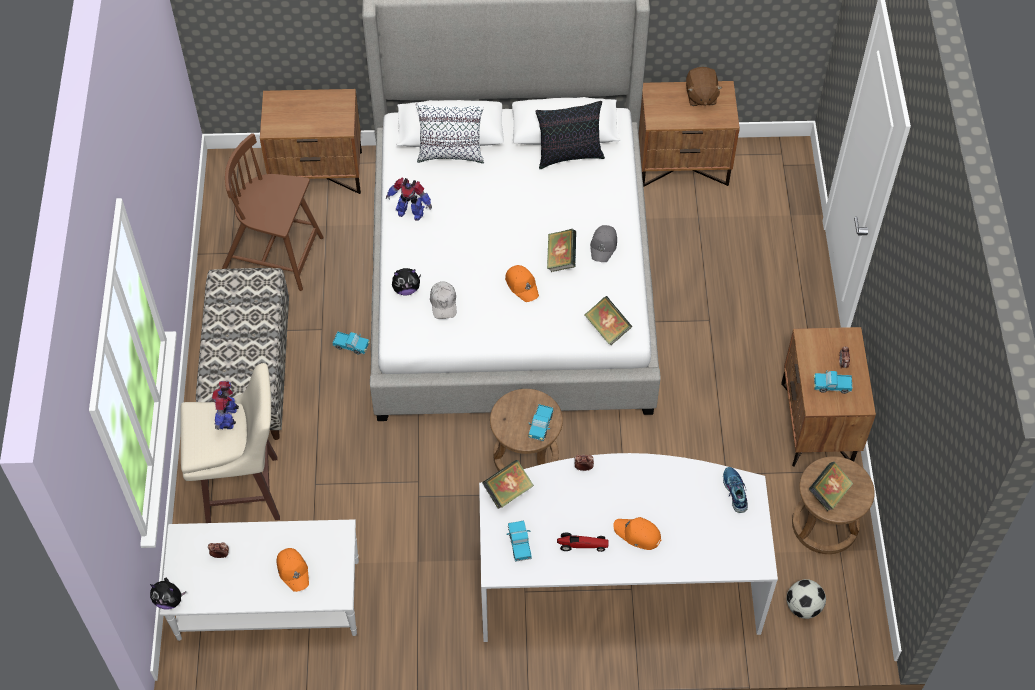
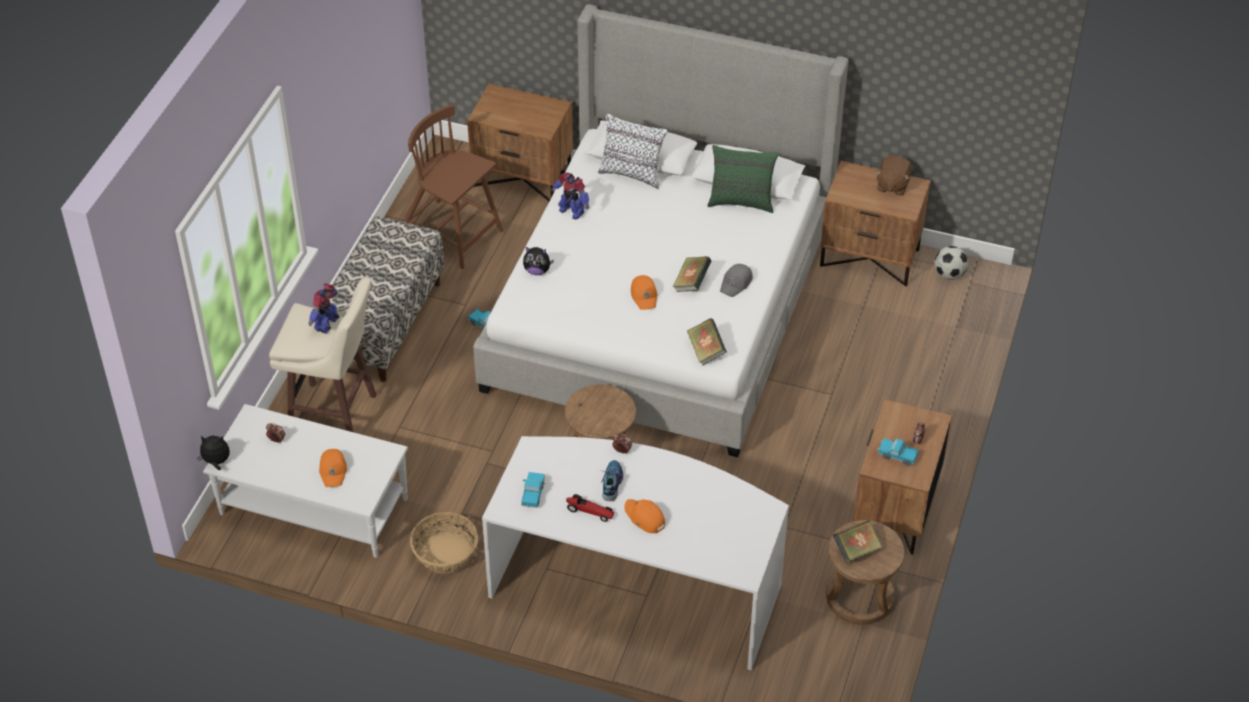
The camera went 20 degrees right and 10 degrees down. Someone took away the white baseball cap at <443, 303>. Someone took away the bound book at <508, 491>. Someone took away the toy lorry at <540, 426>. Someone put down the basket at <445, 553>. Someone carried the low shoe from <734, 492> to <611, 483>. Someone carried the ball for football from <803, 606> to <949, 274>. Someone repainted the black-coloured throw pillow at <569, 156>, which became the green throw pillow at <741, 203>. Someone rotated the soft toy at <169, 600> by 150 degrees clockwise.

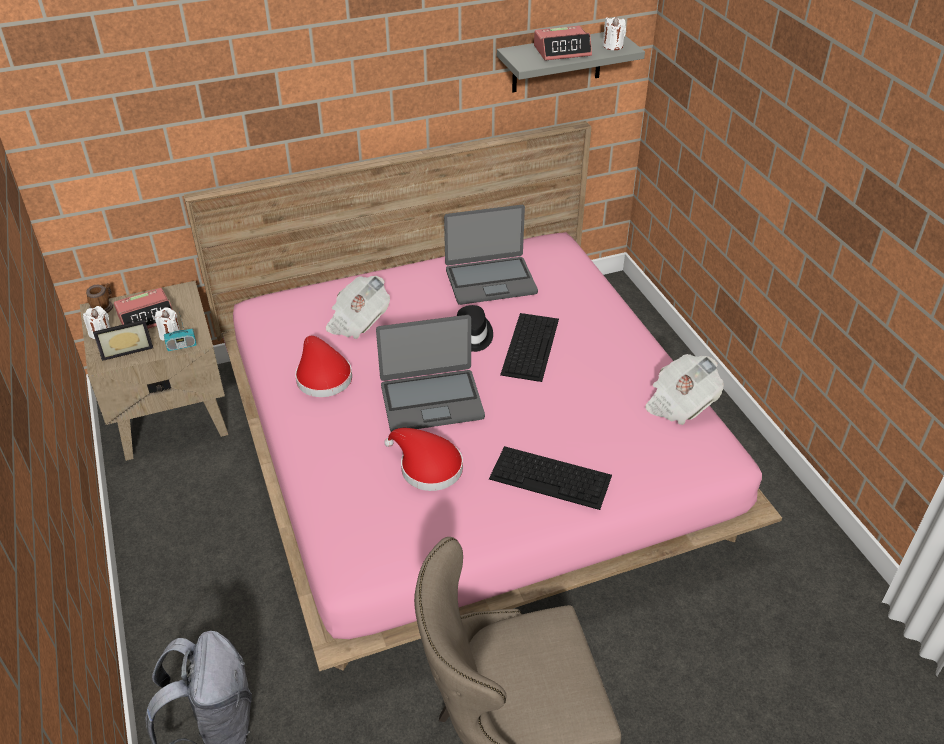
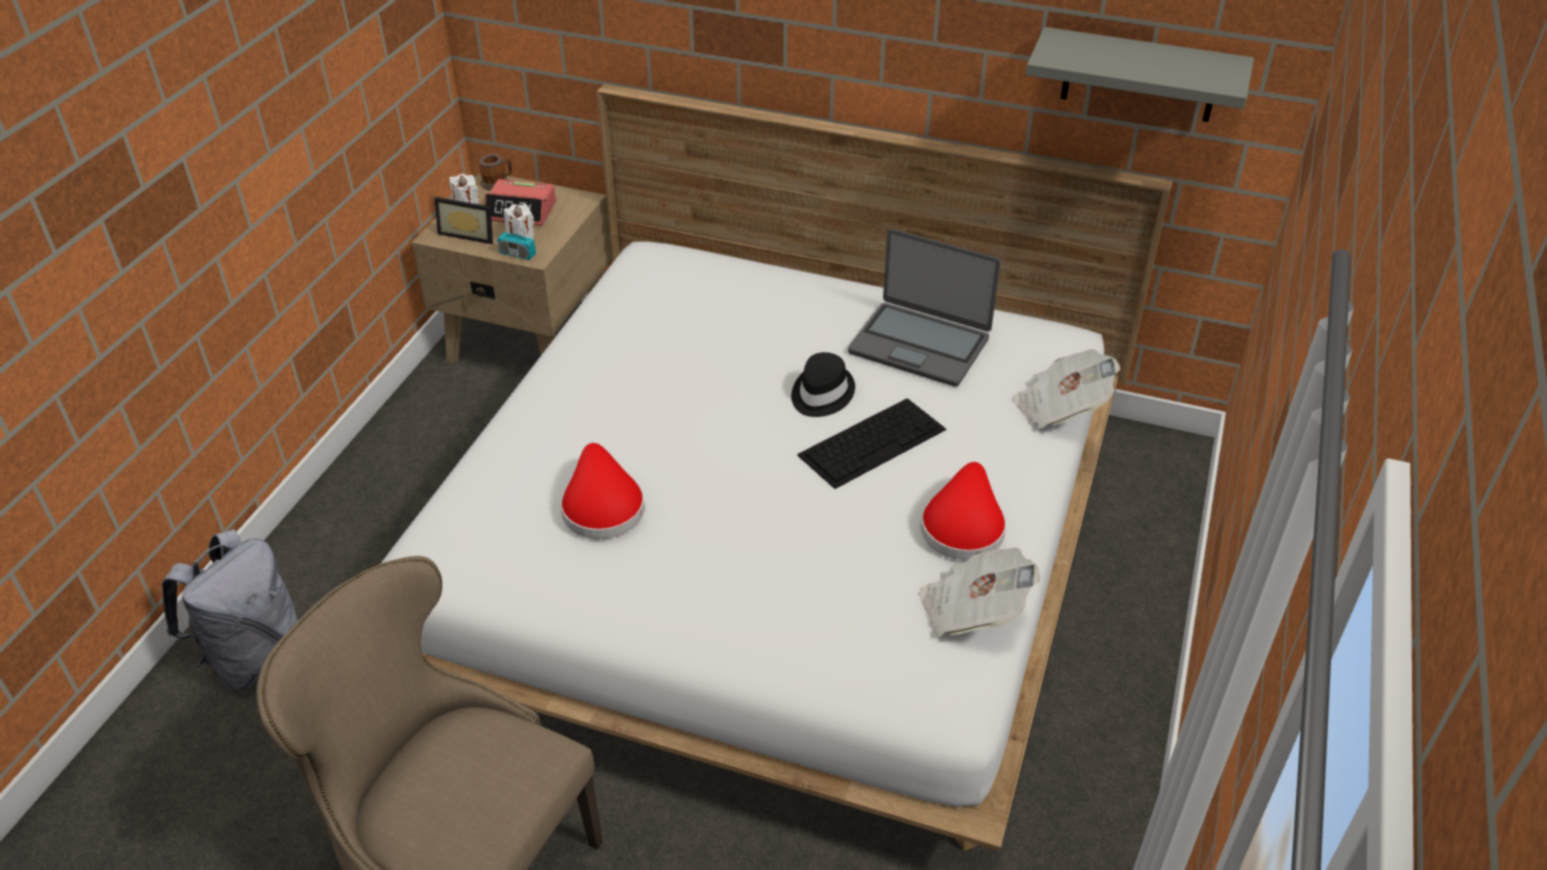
The camera went 40 degrees right and 0 degrees up. Someone took away the laptop at <431, 400>. Someone took away the keyboard at <551, 477>. Someone took away the alarm clock at <562, 51>. Someone took away the white wax candle at <612, 46>. Someone carried the red wearable hat from <322, 376> to <963, 525>. Someone carried the printed paper from <357, 321> to <1061, 407>. Someone repainted the pink-coloured bedroom bed at <472, 451>, which became the white bedroom bed at <773, 547>.

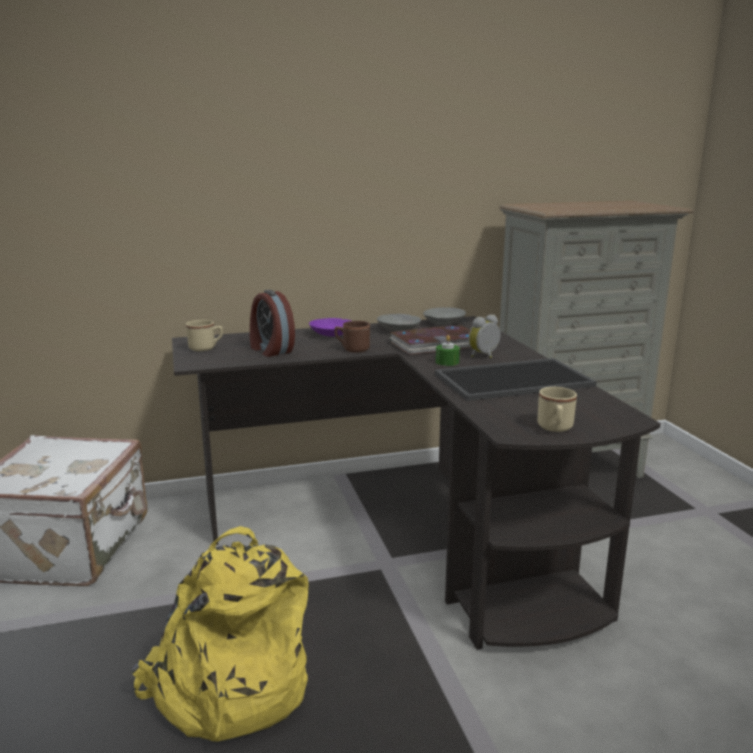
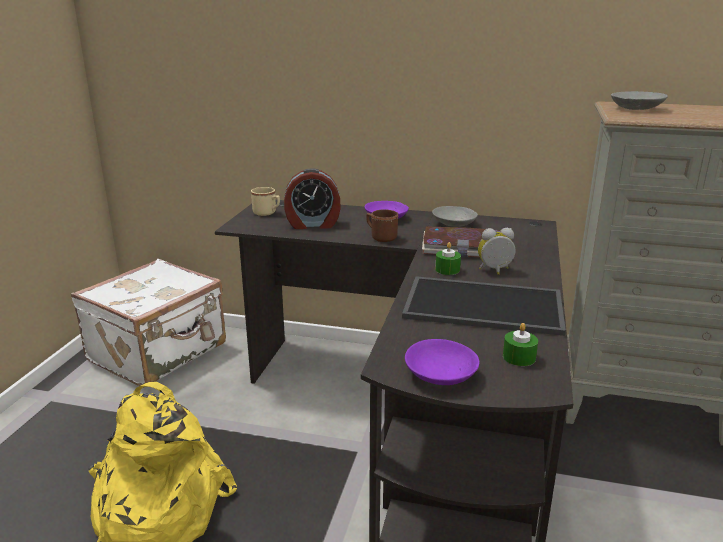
The camera went 30 degrees right and 5 degrees up. Someone put down the green wax candle at <519, 357>. Someone carried the gray deep dish from <443, 323> to <635, 108>. Someone swapped the beige-coloured coffee mug at <555, 428> for the purplish deep dish at <441, 375>. Someone rotated the alarm clock at <270, 350> by 90 degrees counterclockwise.

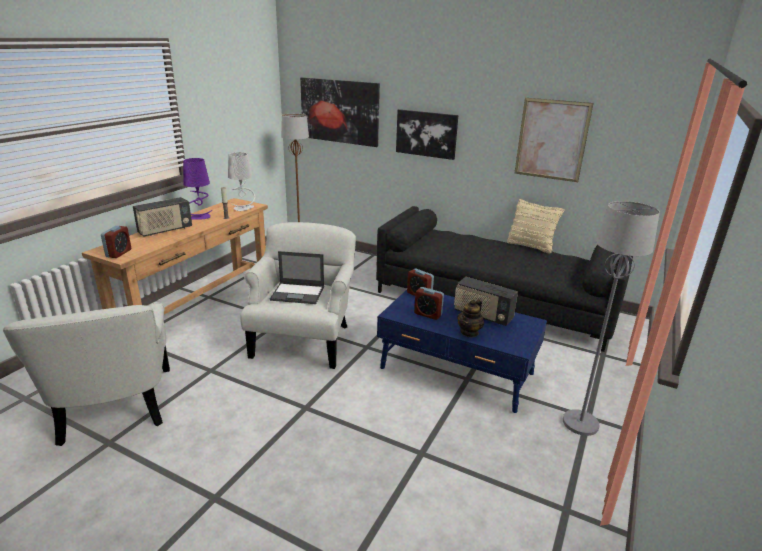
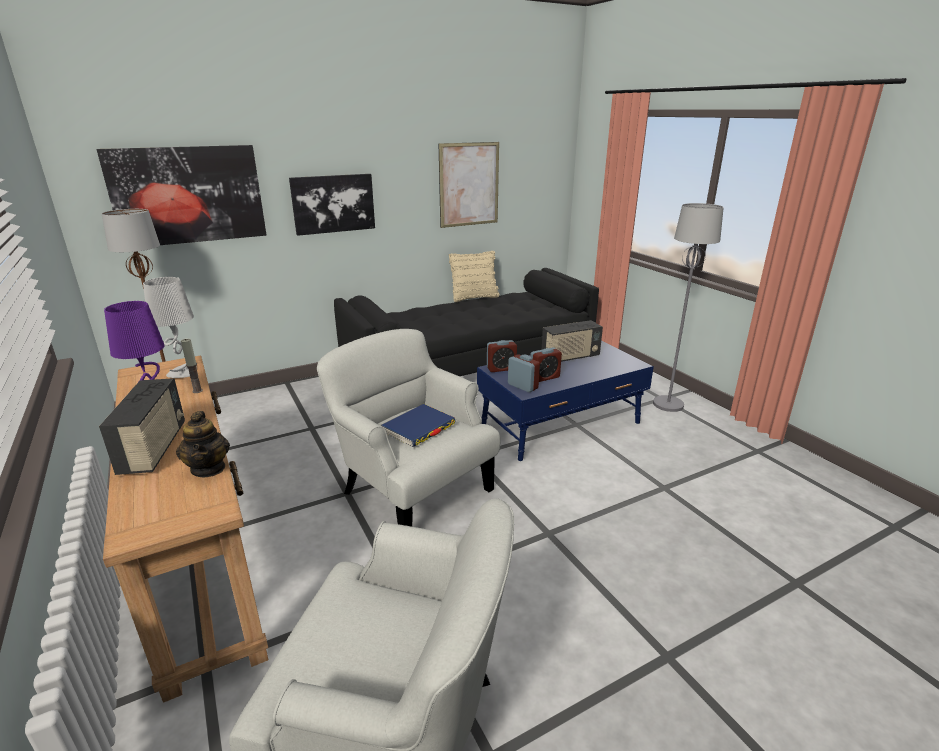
The camera went 55 degrees left and 0 degrees up. Someone carried the alarm clock from <119, 253> to <522, 386>. Someone carried the tea pot from <469, 332> to <208, 468>. Someone swapped the laptop at <298, 293> for the bluish bound book at <418, 428>.

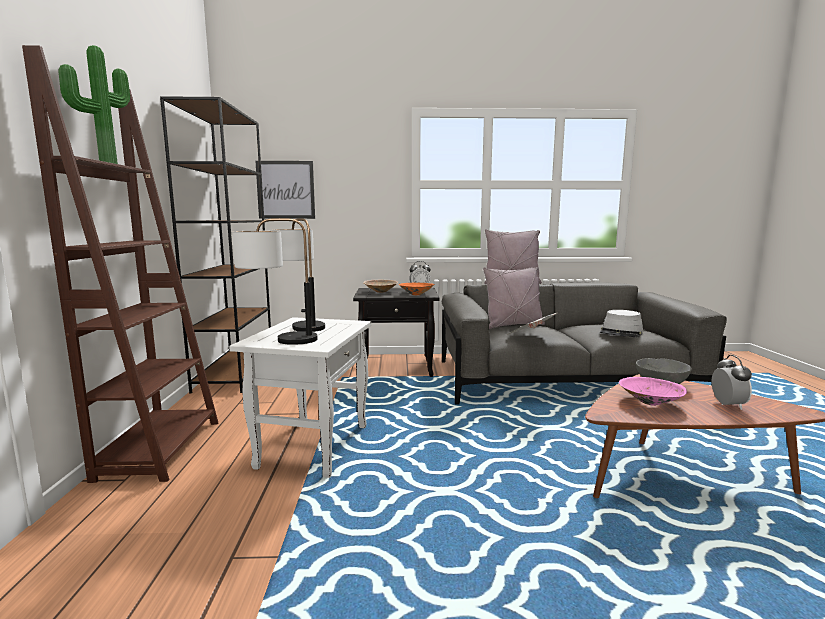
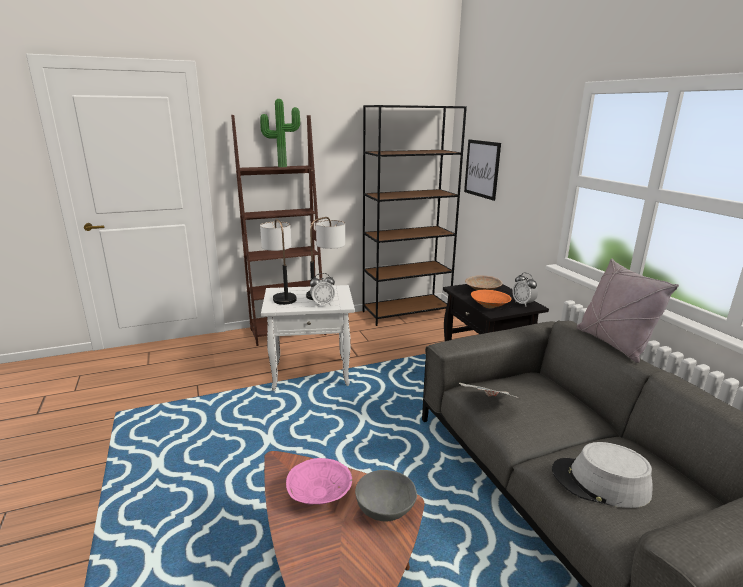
The camera went 70 degrees right and 10 degrees up. Someone took away the purplish throw pillow at <513, 325>. Someone carried the alarm clock from <728, 405> to <322, 304>.

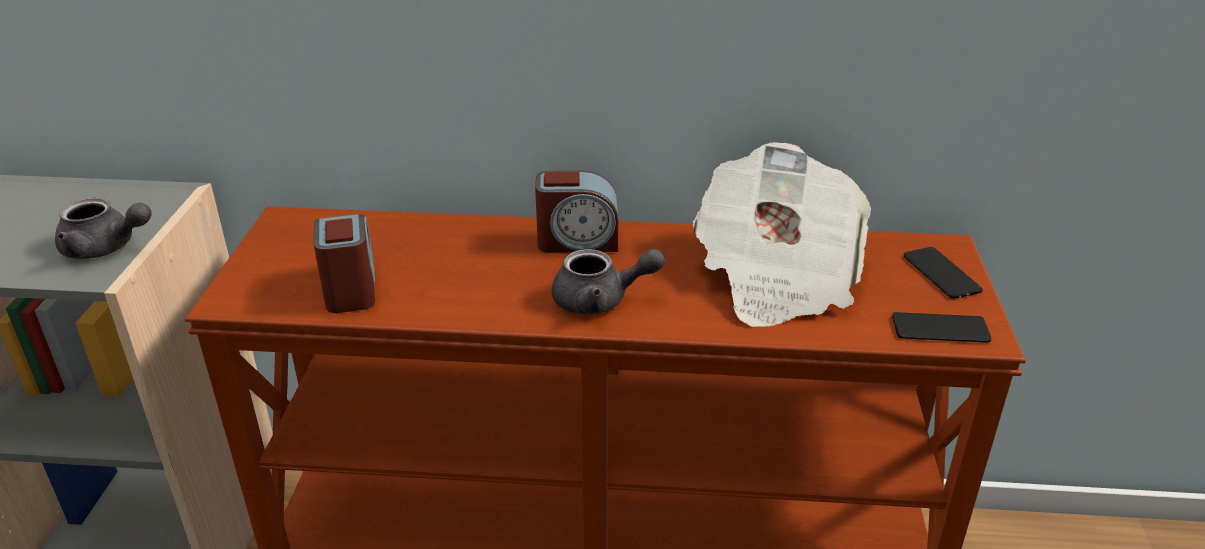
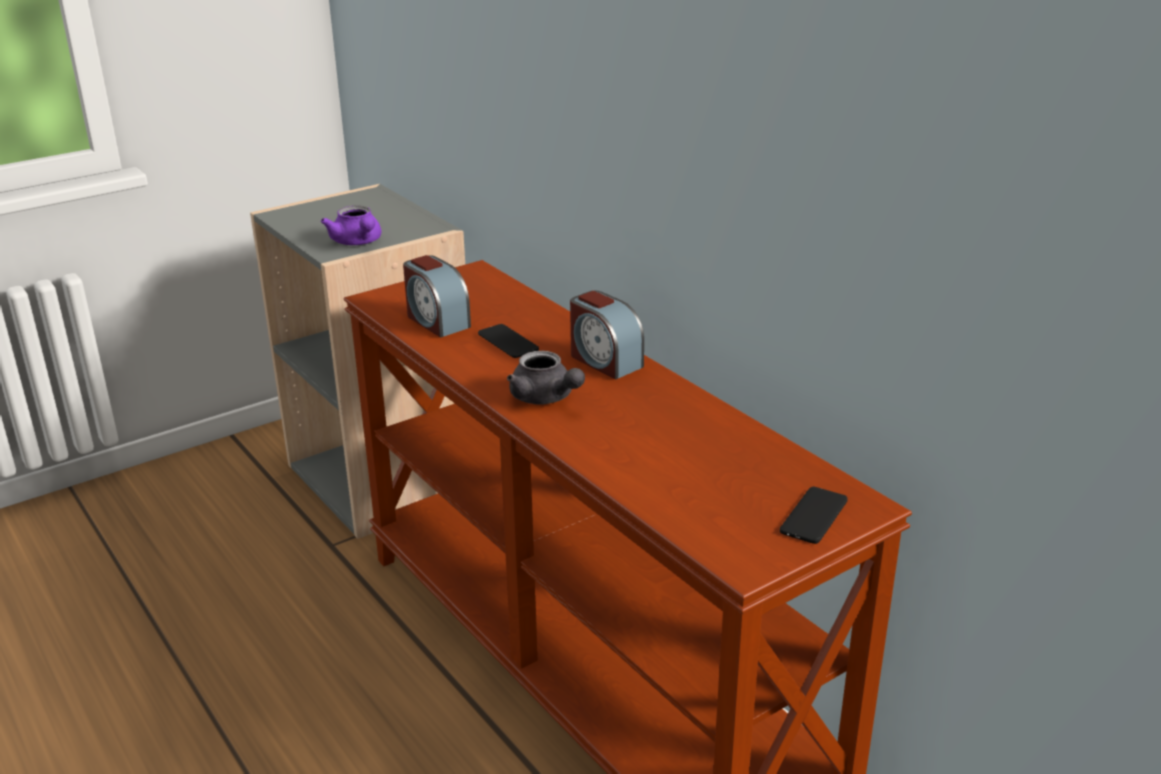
The camera went 50 degrees right and 5 degrees down. Someone took away the printed paper at <775, 276>. Someone carried the handset from <940, 329> to <508, 342>. Someone repainted the gray tea pot at <106, 248>, which became the purplish tea pot at <358, 242>. Someone rotated the alarm clock at <350, 287> by 105 degrees clockwise.

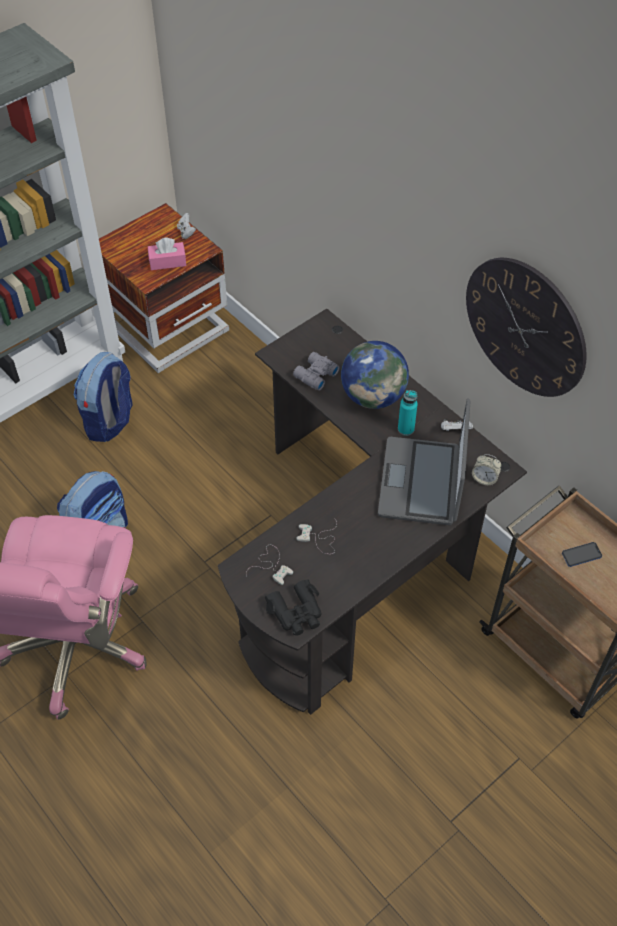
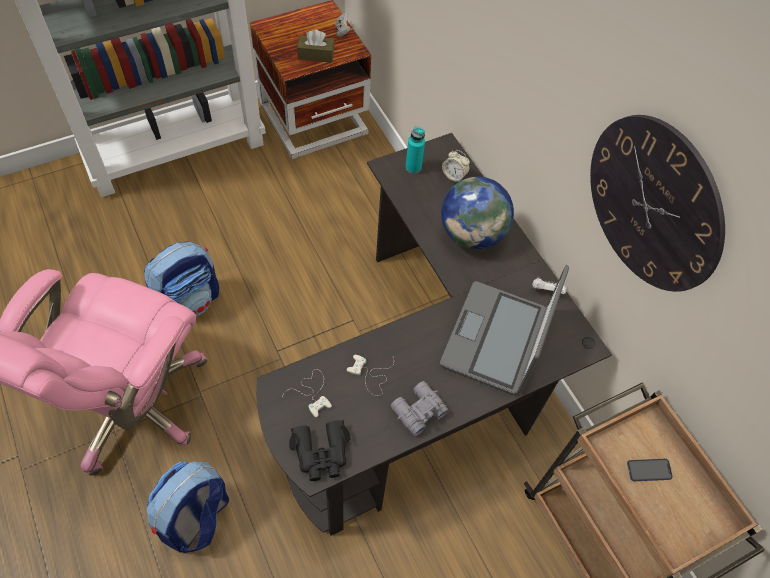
The camera went 10 degrees right and 5 degrees up. Someone carried the rucksack from <110, 421> to <196, 519>. Someone carried the gray pair of binoculars from <314, 375> to <417, 411>. Someone carried the blue-green bottle from <406, 429> to <413, 167>. Someone carried the alarm clock from <484, 479> to <454, 176>. Someone repainted the pink-coloured box of tissues at <167, 262>, which became the brown-coloured box of tissues at <316, 55>.

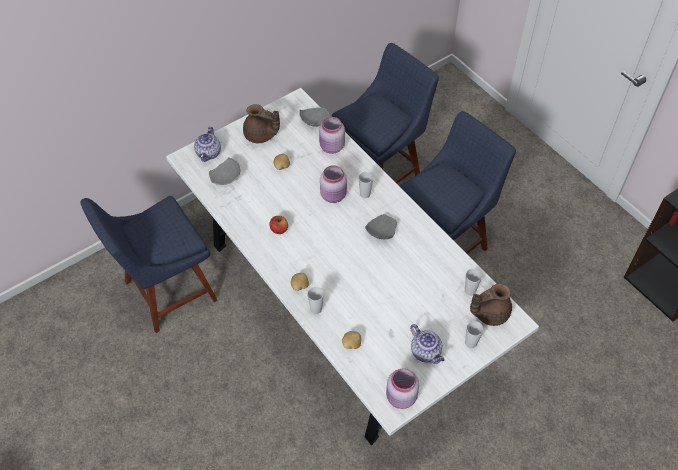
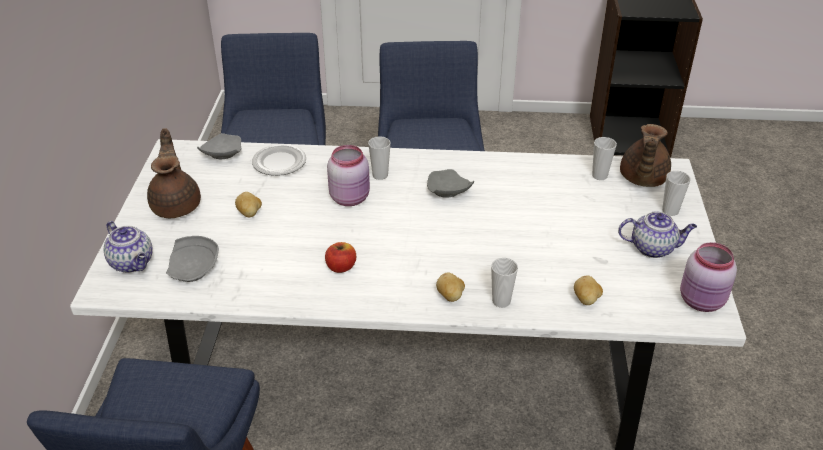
The camera went 50 degrees left and 15 degrees down. Someone swapped the pink-coloured preserve jar at <331, 147> for the dinner plate at <279, 163>. Someone rotated the brown-coloured tea pot at <261, 136> by 75 degrees counterclockwise.

